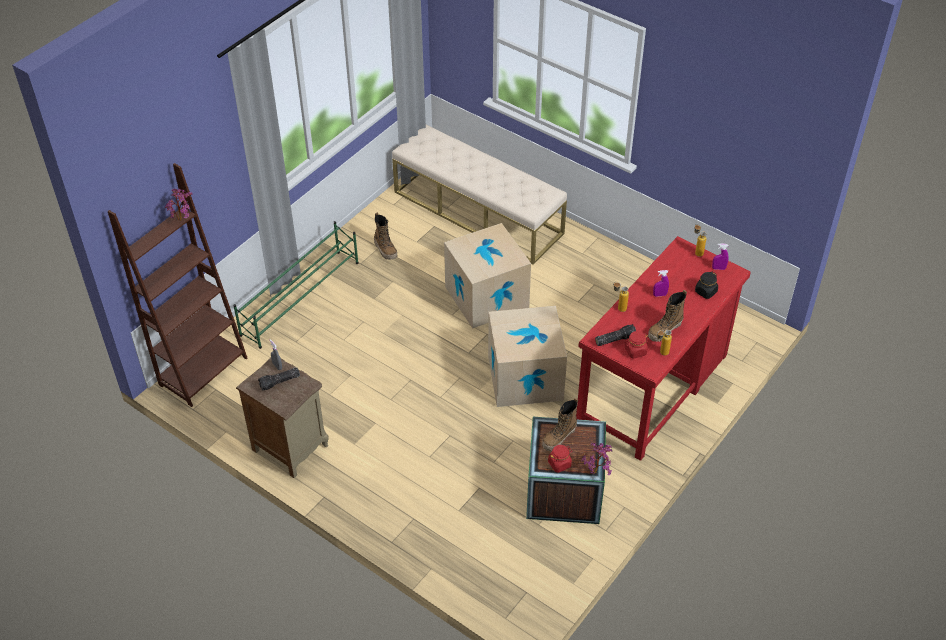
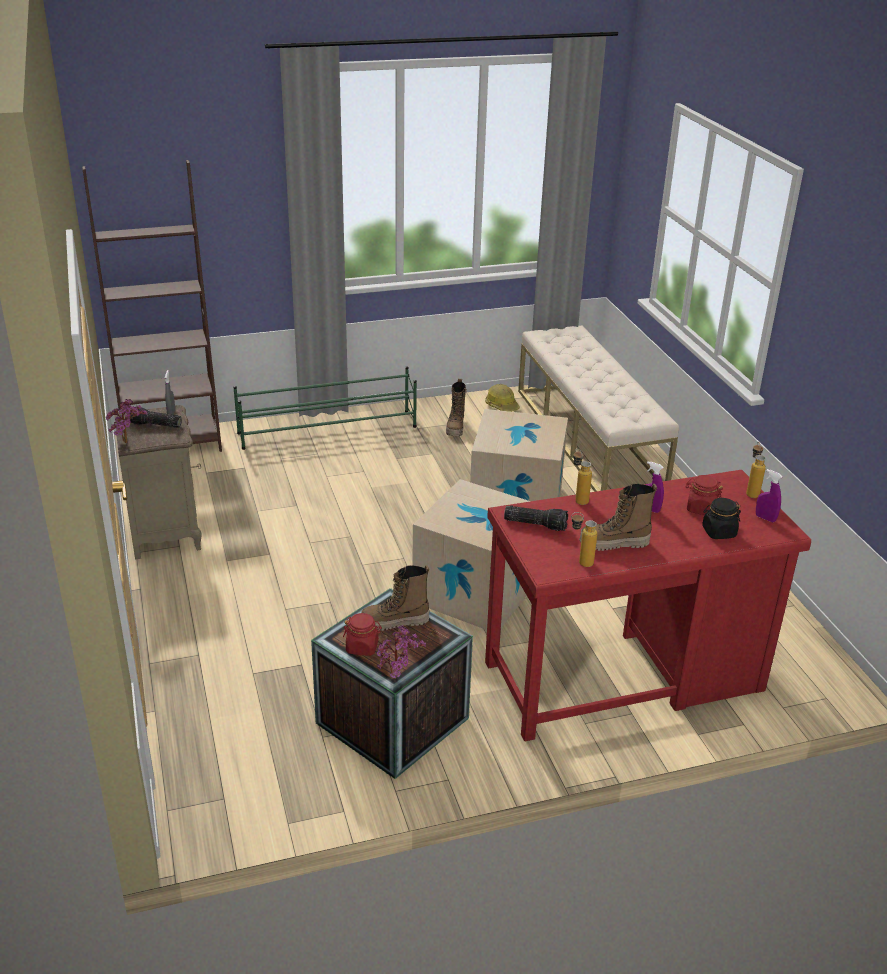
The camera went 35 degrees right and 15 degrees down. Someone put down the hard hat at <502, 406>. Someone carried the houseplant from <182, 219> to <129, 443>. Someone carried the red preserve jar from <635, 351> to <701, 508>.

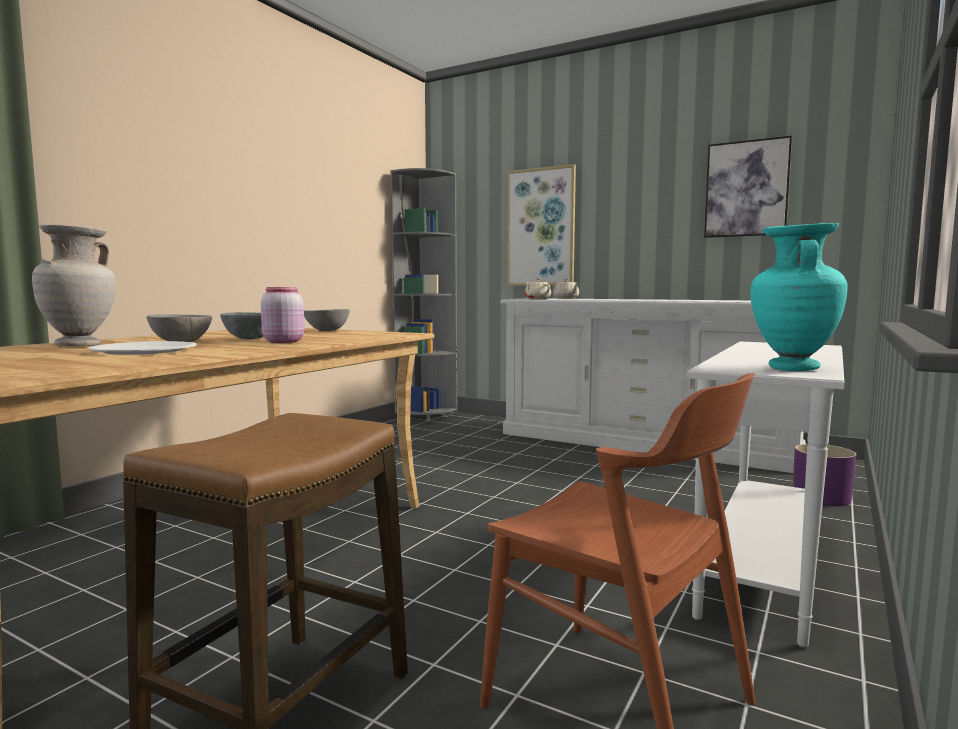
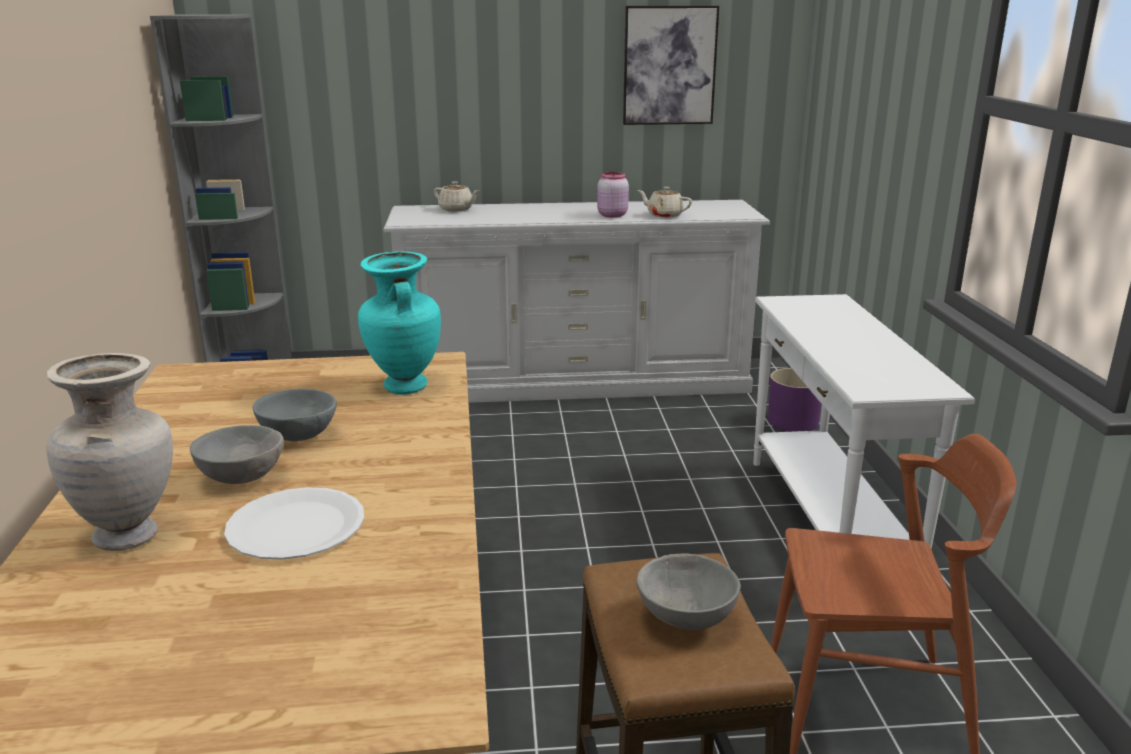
The camera went 35 degrees left and 15 degrees up. Someone took away the wall art at <541, 227>. Someone carried the pink-coloured preserve jar from <283, 341> to <611, 215>. Someone carried the gray deep dish from <326, 331> to <685, 620>. Someone carried the beige-coloured tea pot from <537, 299> to <664, 215>. Someone carried the blue-green flower vase from <791, 368> to <404, 387>.

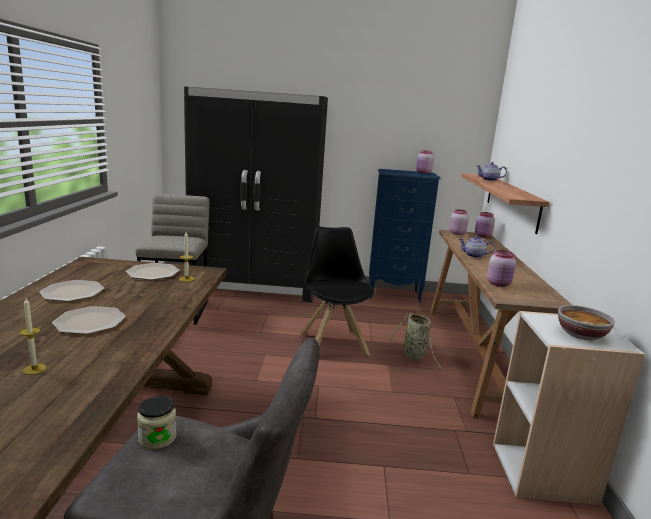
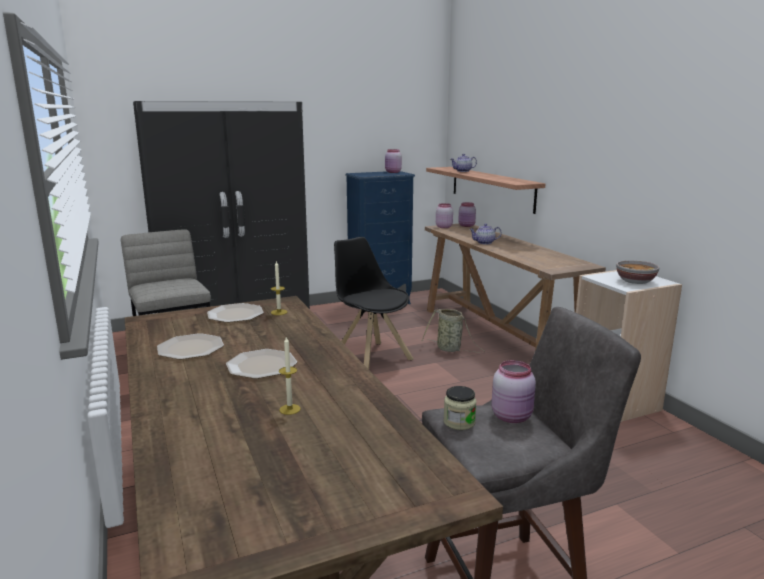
The camera went 25 degrees left and 0 degrees up. Someone carried the pink-coloured preserve jar from <499, 284> to <513, 416>.

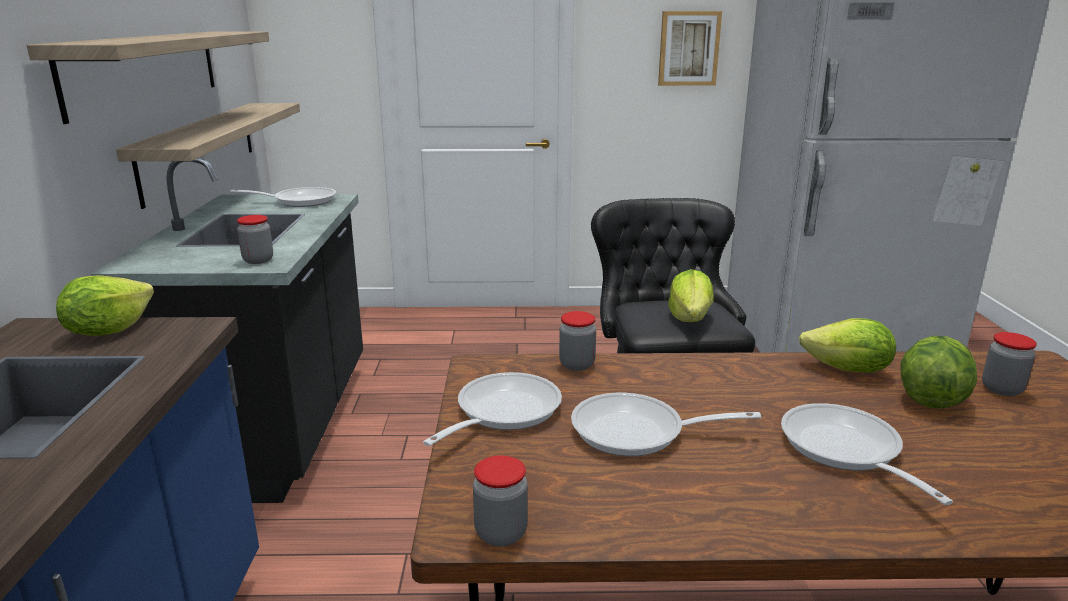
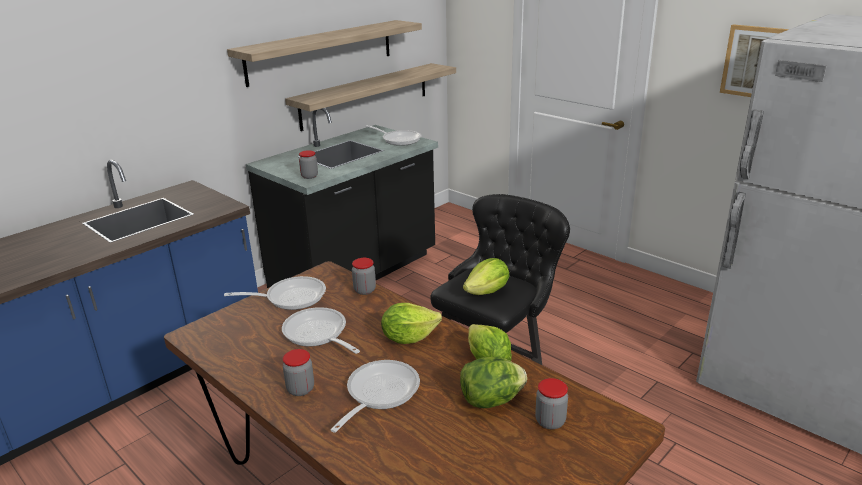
The camera went 45 degrees right and 5 degrees up. Someone carried the lettuce from <108, 330> to <408, 337>. Someone carried the preserve jar from <501, 533> to <300, 389>.

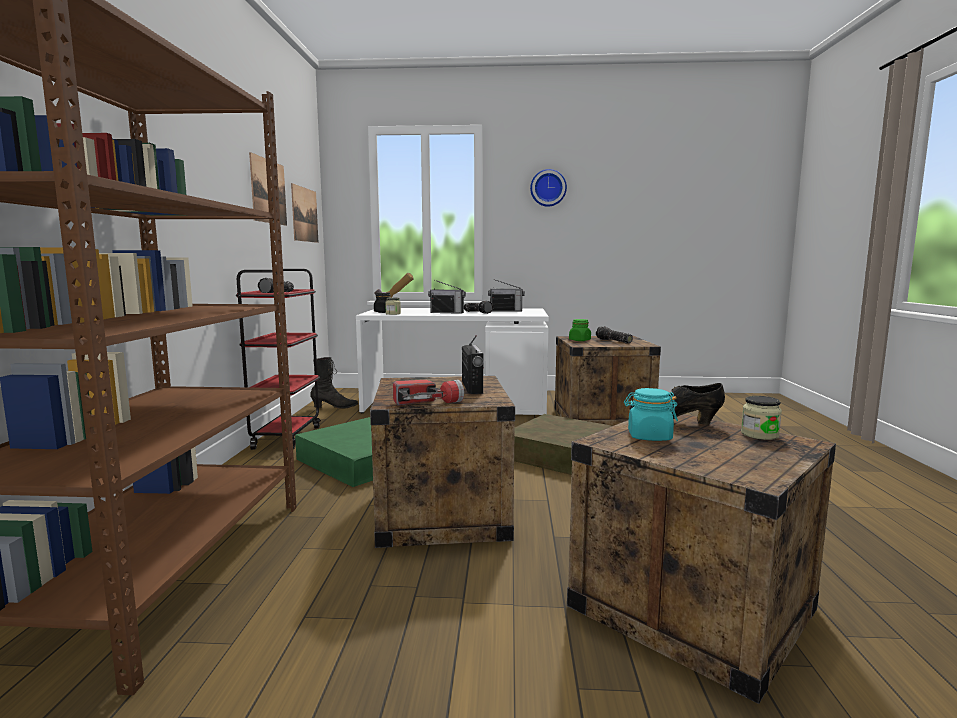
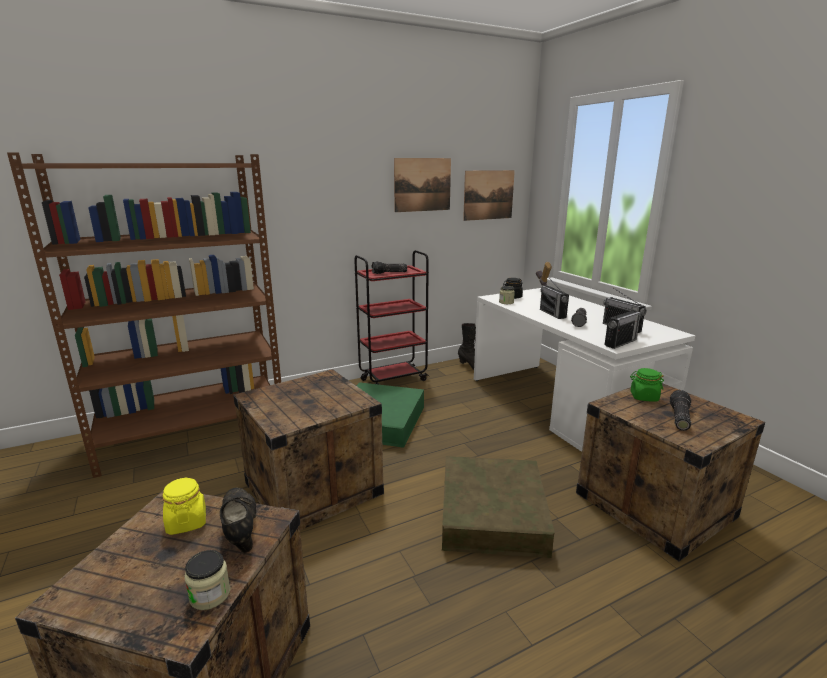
The camera went 60 degrees right and 10 degrees up. Someone took away the hand torch at <428, 403>. Someone took away the clock on the wall at <548, 188>. Someone carried the radio set from <472, 387> to <620, 342>. Someone repainted the blue-green preserve jar at <649, 436>, which became the yellow-coloured preserve jar at <186, 522>.

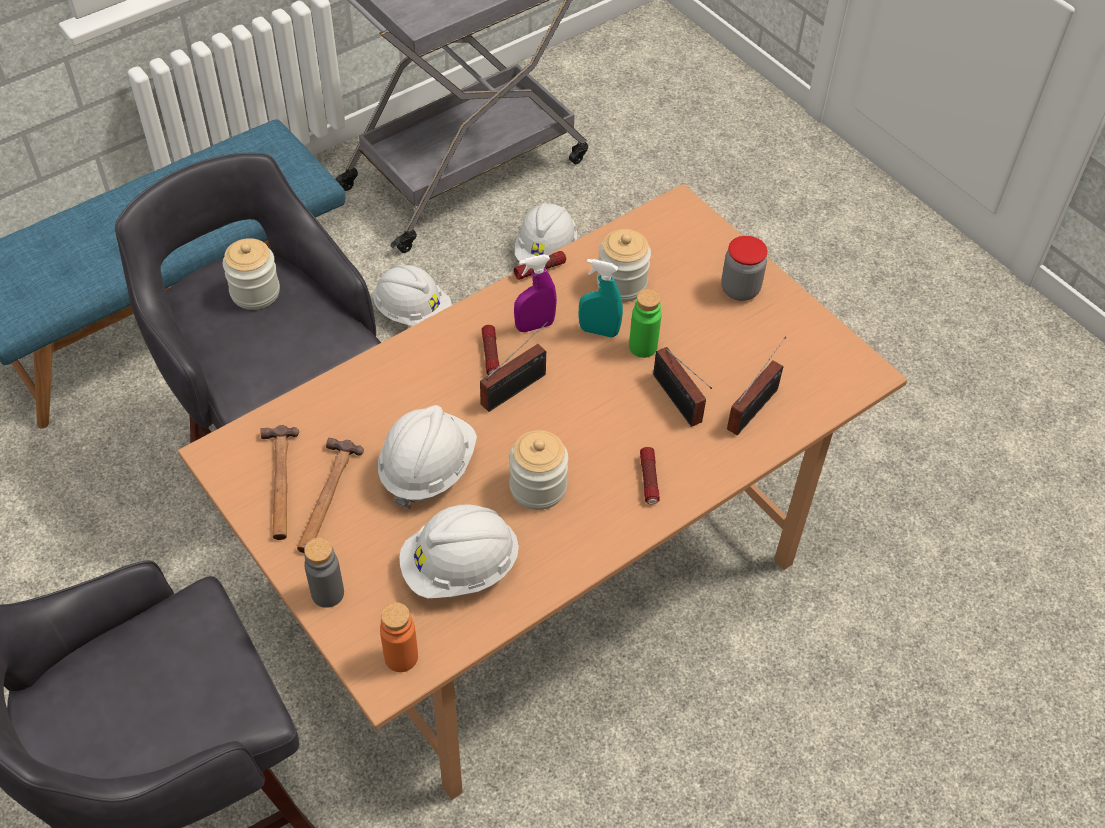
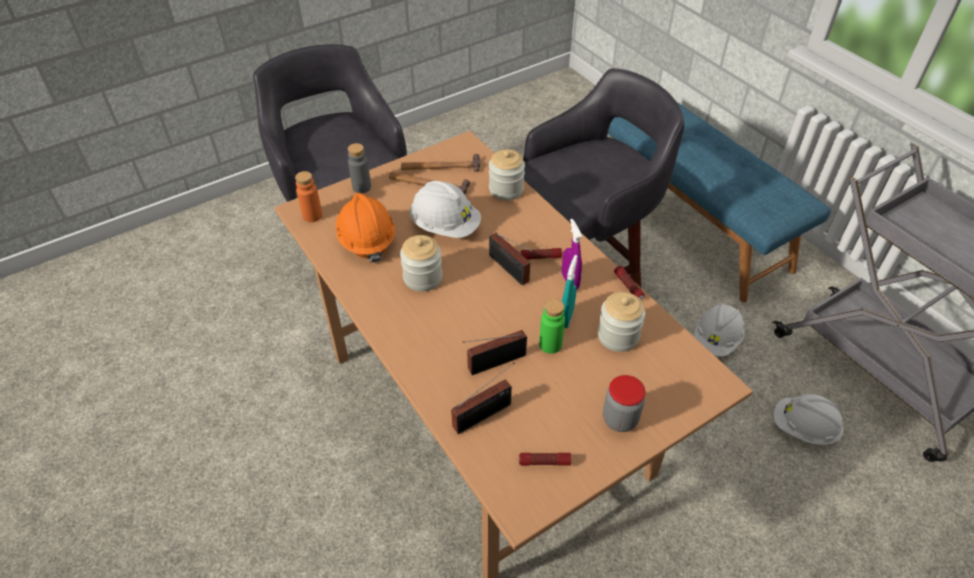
The camera went 95 degrees right and 5 degrees down. Someone carried the preserve jar from <255, 292> to <506, 190>. Someone carried the hand torch from <649, 480> to <544, 462>. Someone repainted the white hard hat at <460, 568>, which became the orangey hard hat at <366, 240>. Someone rotated the radio set at <755, 407> by 75 degrees counterclockwise.

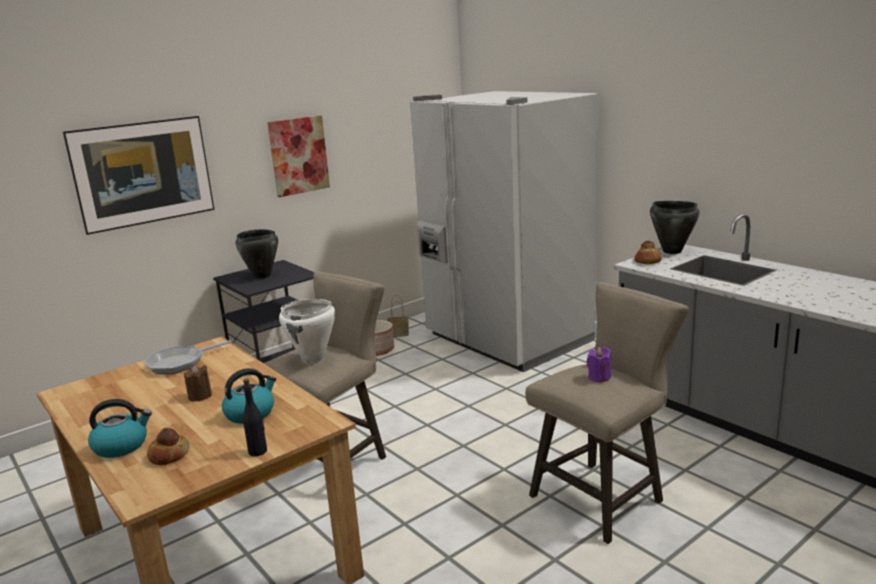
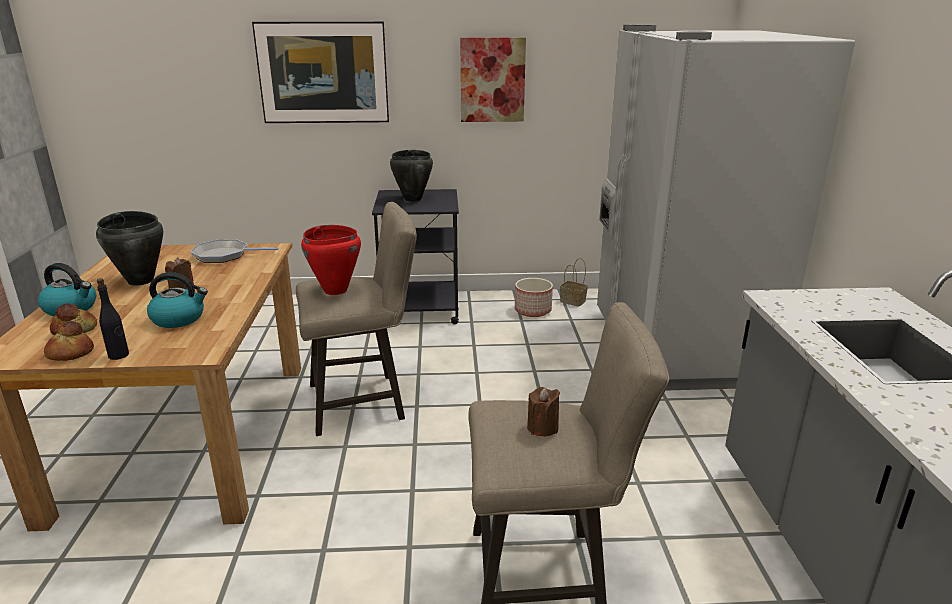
The camera went 35 degrees right and 5 degrees up. Someone carried the bakery bread from <648, 261> to <70, 353>. Someone carried the black-coloured stockpot from <671, 251> to <141, 280>. Someone repainted the white stockpot at <313, 359>, which became the red stockpot at <335, 290>. Someone repainted the purplish wax candle at <599, 377>, which became the brown-coloured wax candle at <542, 428>.

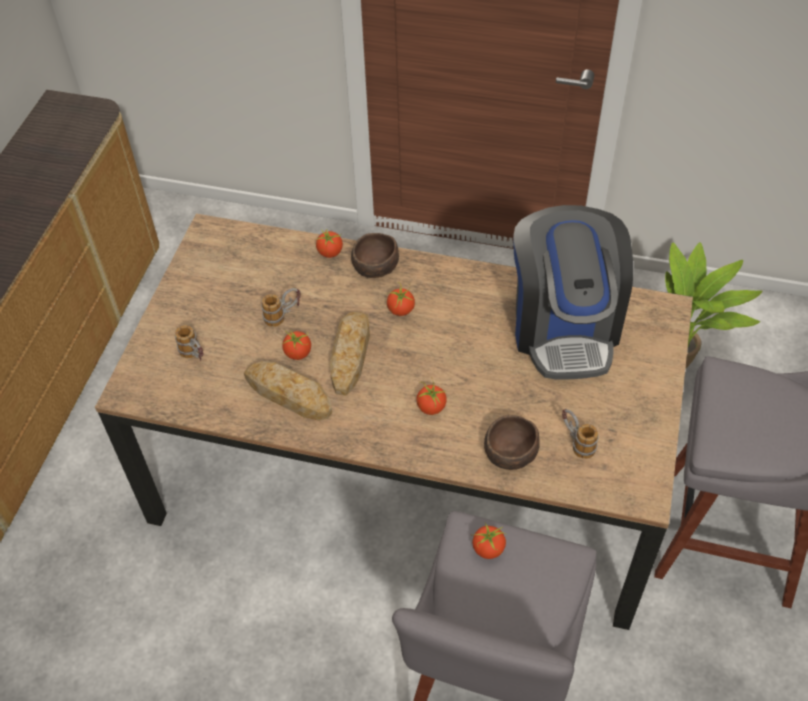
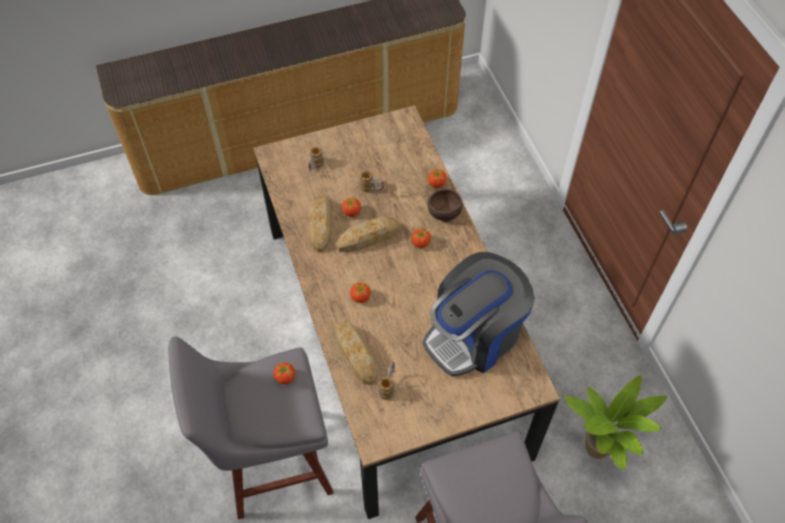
The camera went 55 degrees right and 5 degrees up. Someone swapped the brown-coloured deep dish at <509, 453> for the bakery bread at <356, 354>.

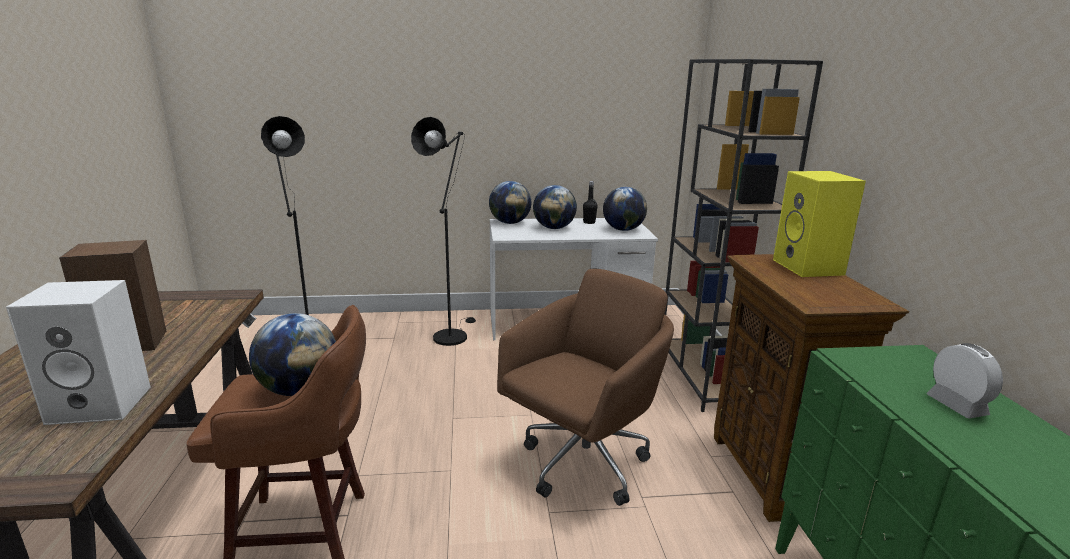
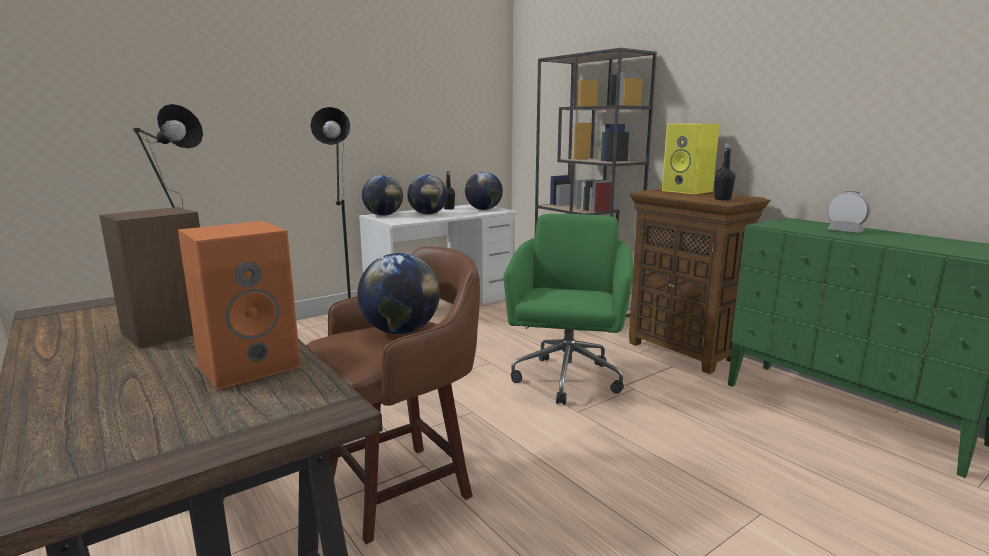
The camera went 30 degrees left and 5 degrees down. Someone put down the black-coloured bottle at <722, 199>. Someone repainted the white speaker at <103, 403>, which became the orangey speaker at <251, 365>. Someone repainted the brown-coloured desk chair at <580, 468>, which became the green desk chair at <566, 382>.

